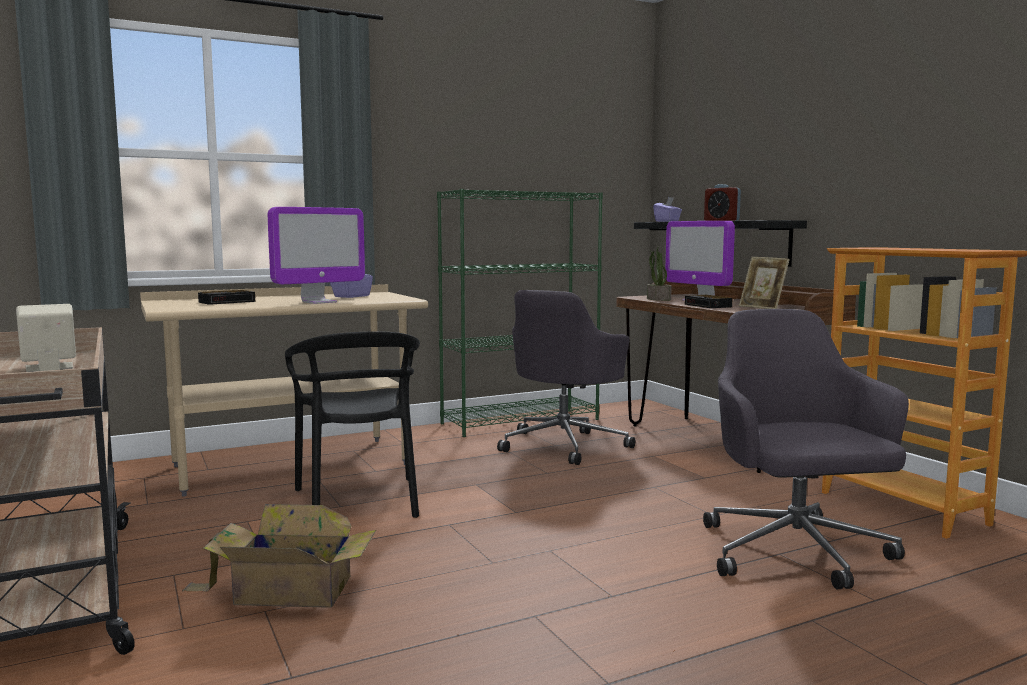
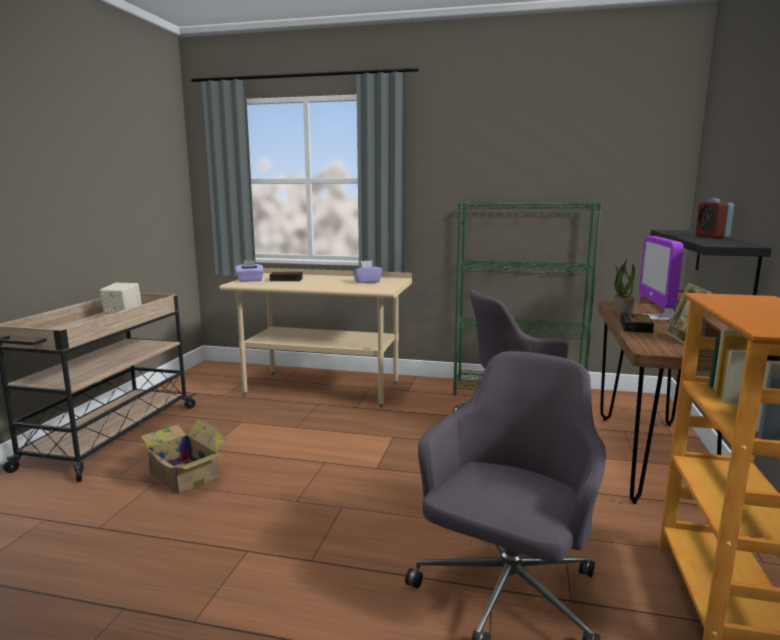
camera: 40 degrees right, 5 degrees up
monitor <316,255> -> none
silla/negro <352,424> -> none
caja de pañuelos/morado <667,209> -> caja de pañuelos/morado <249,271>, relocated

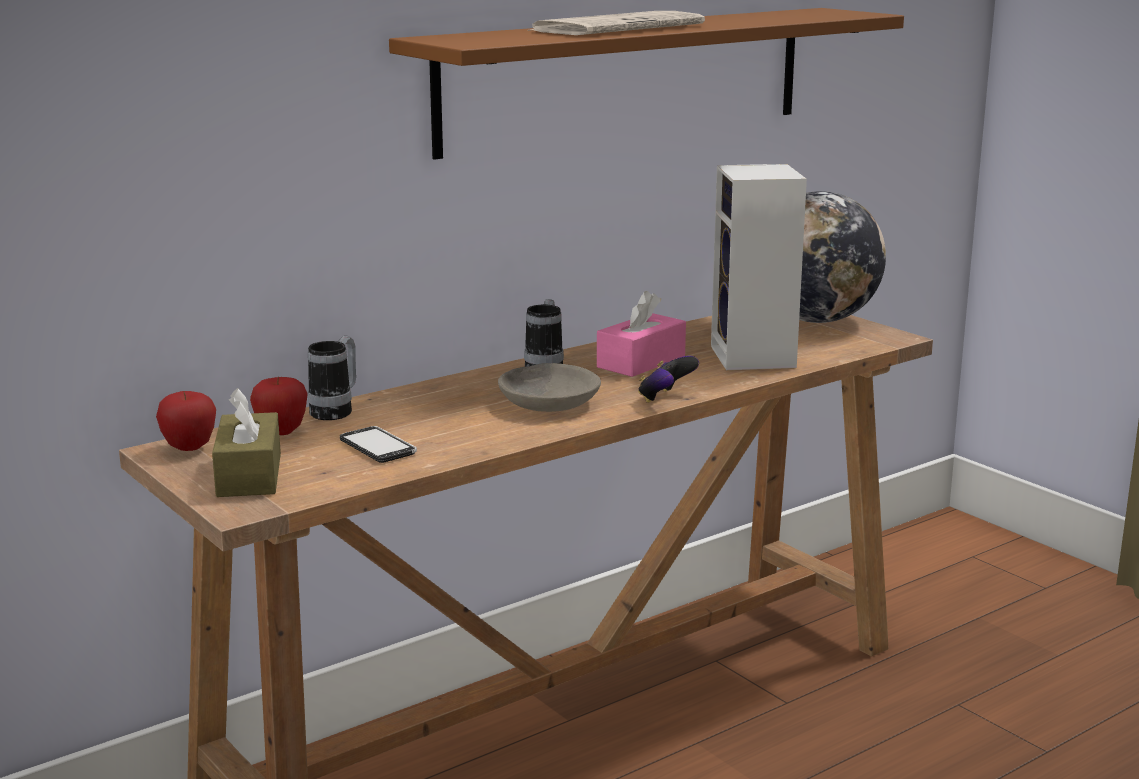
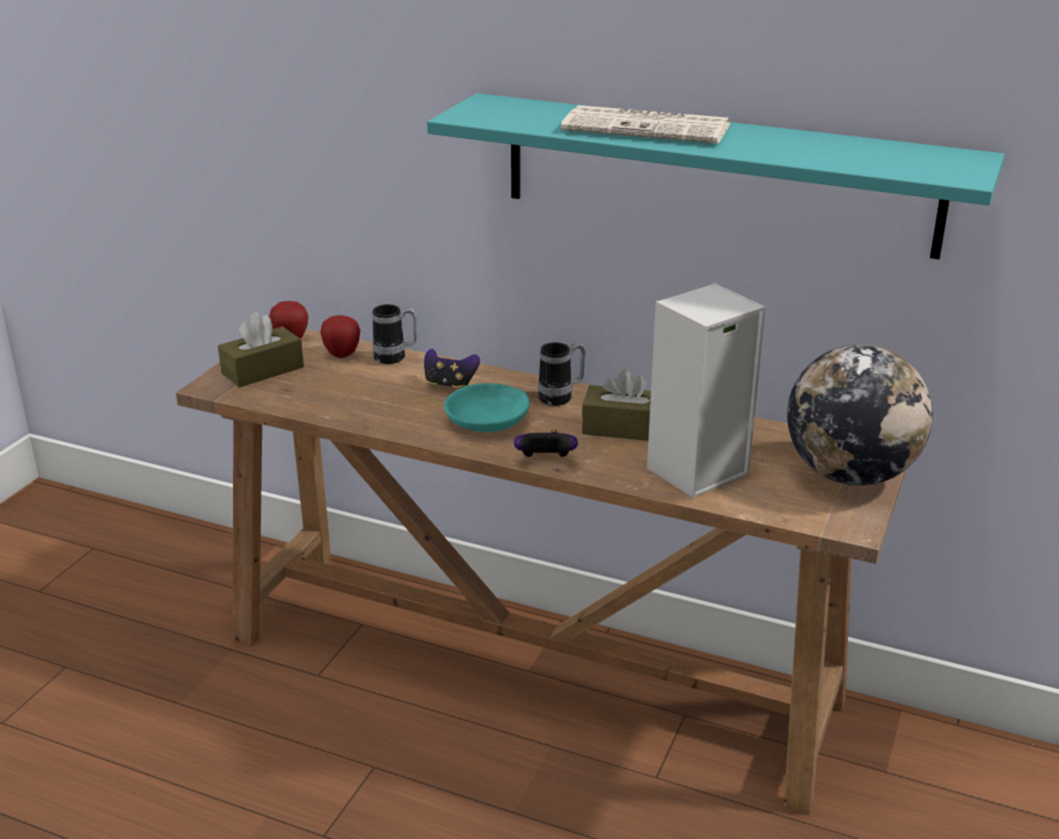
camera: 60 degrees right, 10 degrees up
móvil <378,444> -> none
estante/marrón <646,84> -> estante/turquesa <715,176>
cuenco/gris <549,387> -> cuenco/turquesa <487,407>
caja de pañuelos/rosa <641,334> -> caja de pañuelos/marrón <616,405>
none -> mando de consola <452,368>

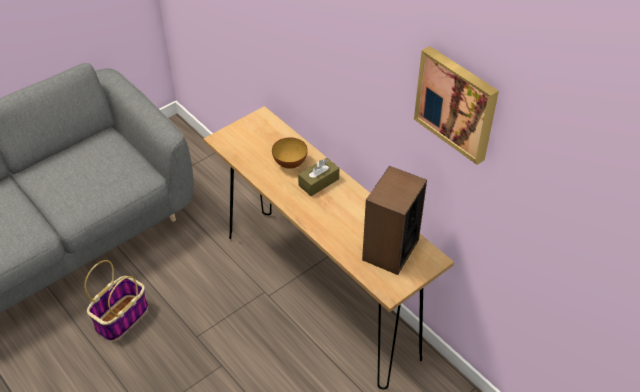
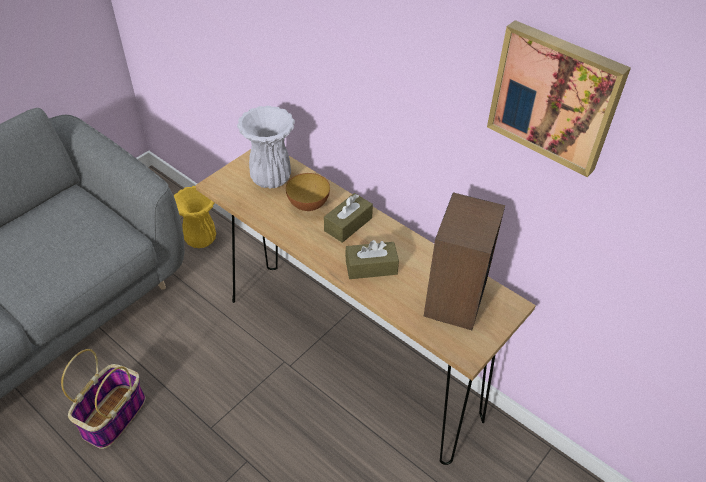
camera: 10 degrees left, 0 degrees up
none -> florero/amarillo <195,217>
none -> florero/blanco <266,147>
none -> caja de pañuelos/marrón <372,259>

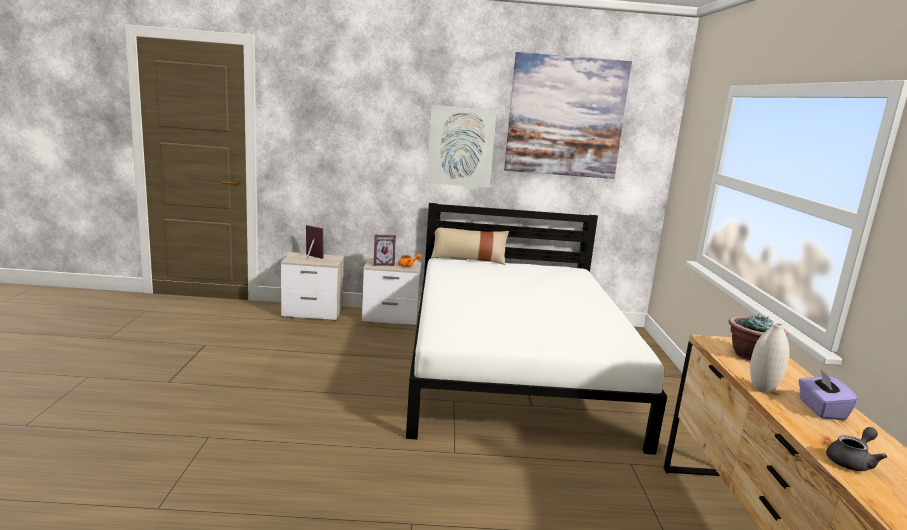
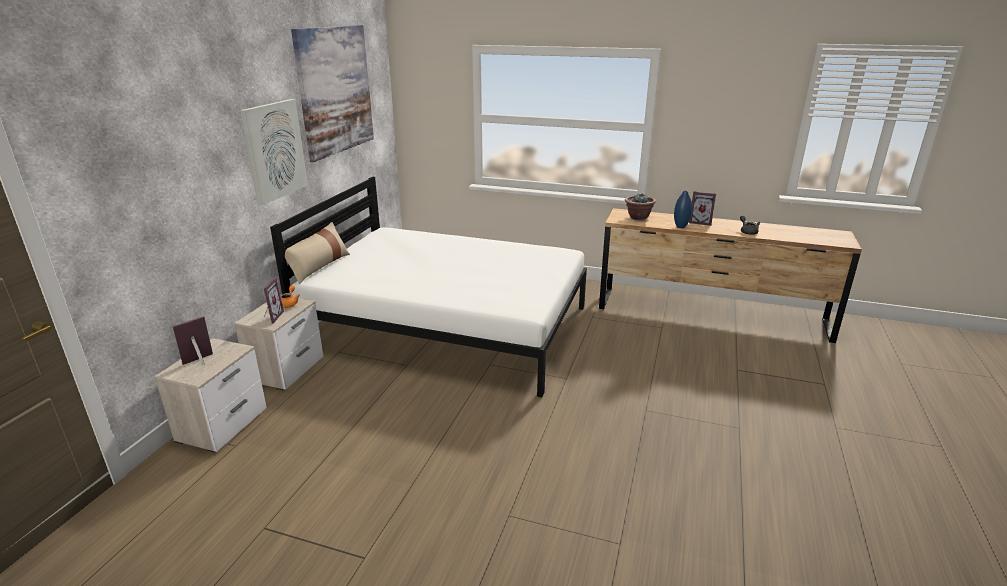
camera: 70 degrees left, 10 degrees up
florero/blanco <769,357> -> florero/azul <683,209>
caja de pañuelos/morado <828,395> -> portarretratos <702,209>

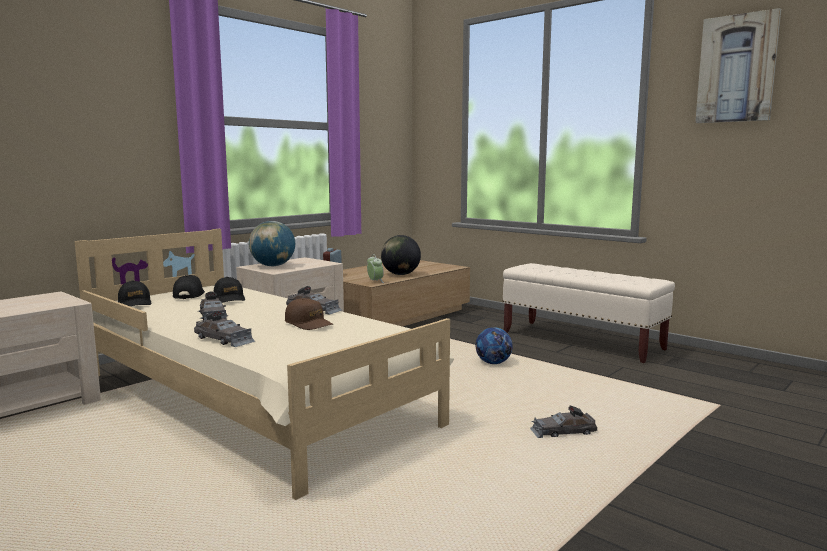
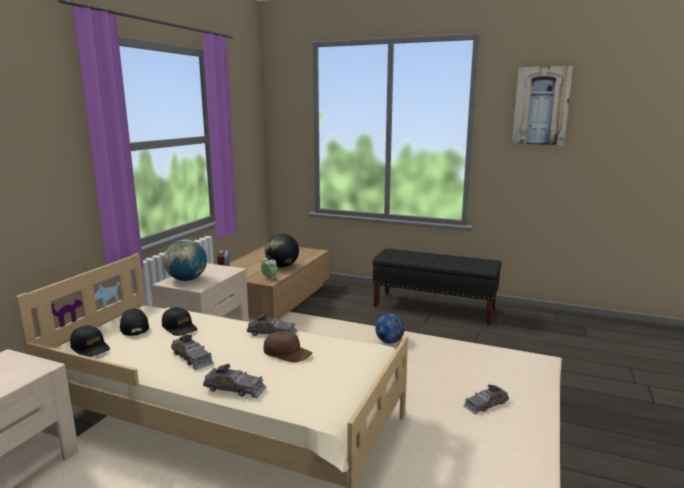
camera: 20 degrees left, 5 degrees up
banco/beis <588,313> -> banco/negro <436,287>

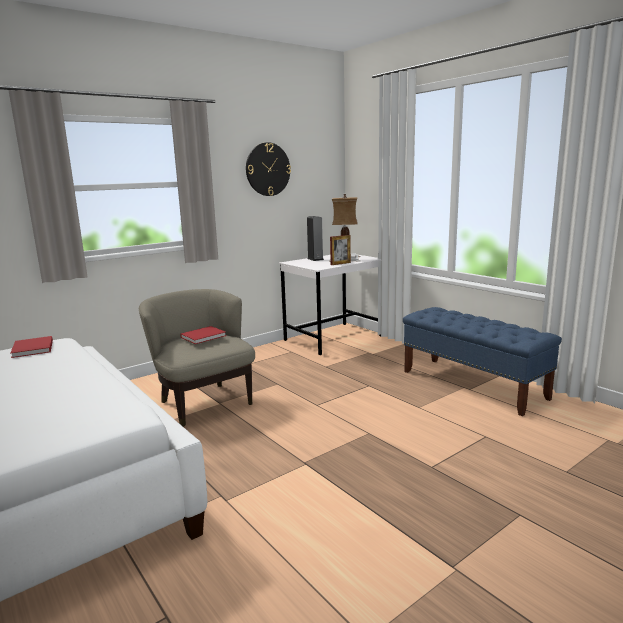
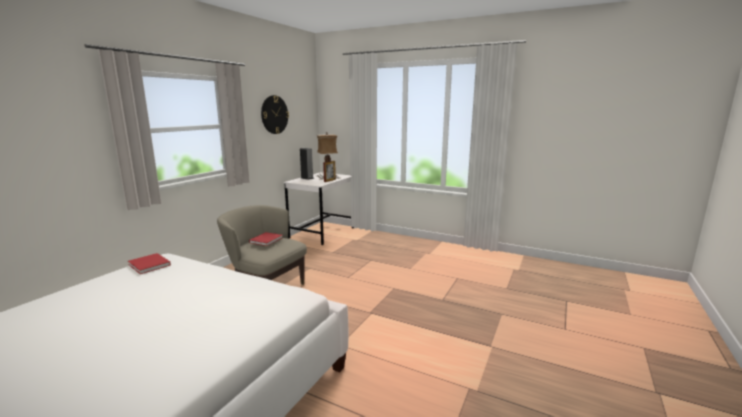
camera: 25 degrees left, 0 degrees up
banco/azul <482,361> -> none

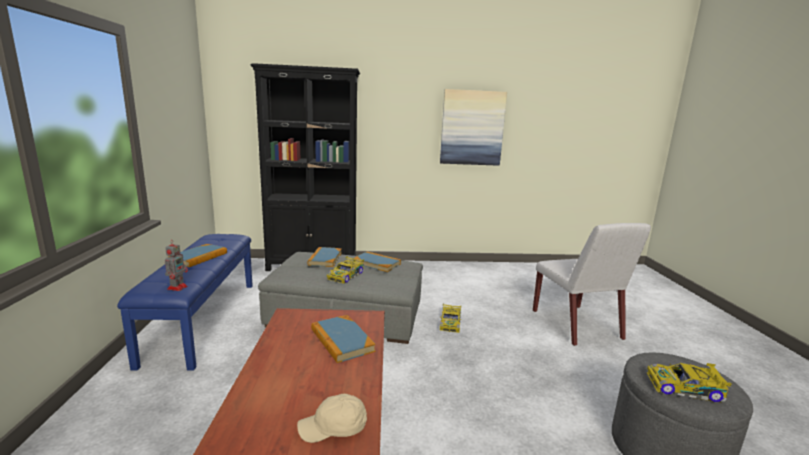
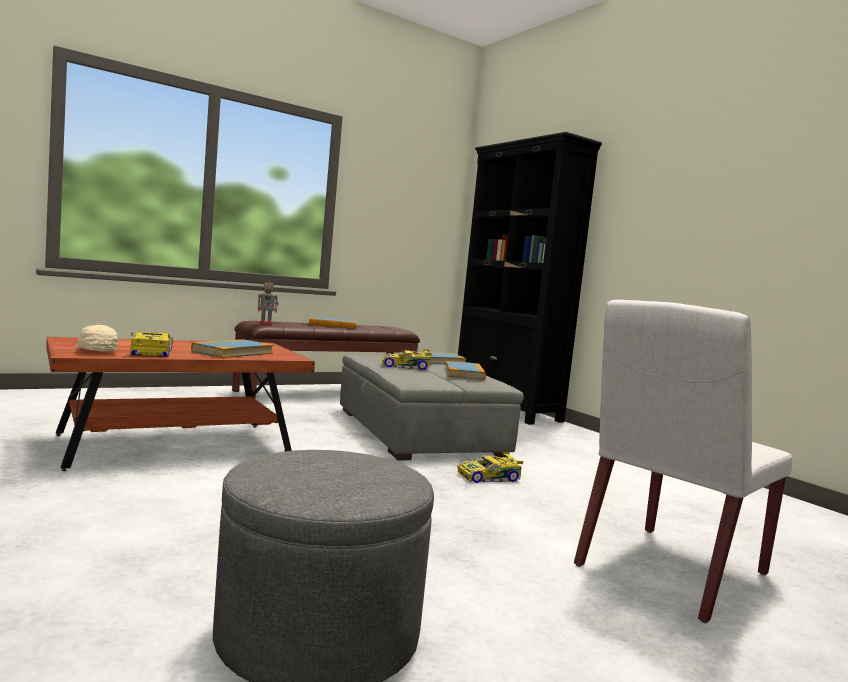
camera: 60 degrees right, 10 degrees down
banco/azul <185,302> -> banco/marrón <326,360>
cuadro <473,127> -> none
coche de juguete <689,383> -> coche de juguete <151,344>, relocated

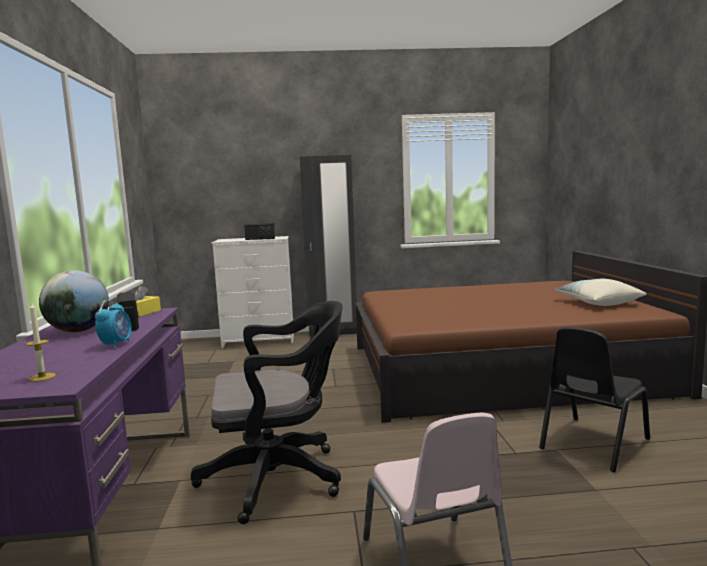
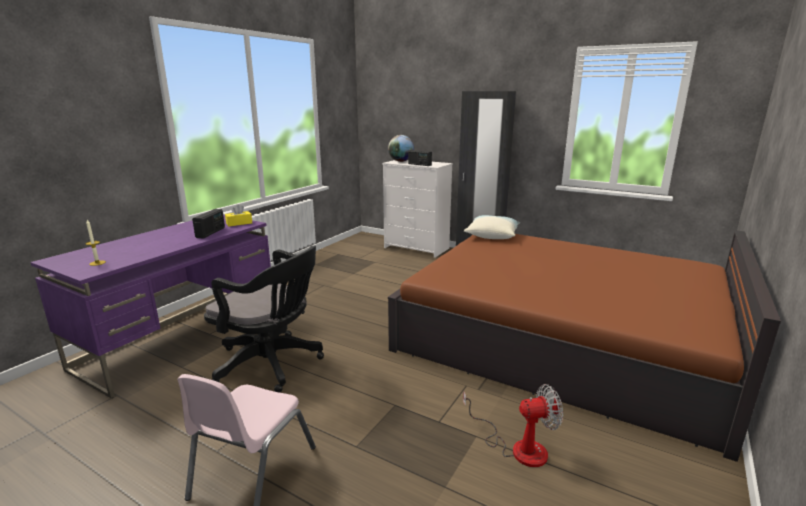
camera: 35 degrees right, 10 degrees up
globo terráqueo <74,301> -> globo terráqueo <401,148>, relocated
despertador <113,324> -> none
silla/negro <594,399> -> ventilador <513,425>
cojín <600,292> -> cojín <492,227>, relocated

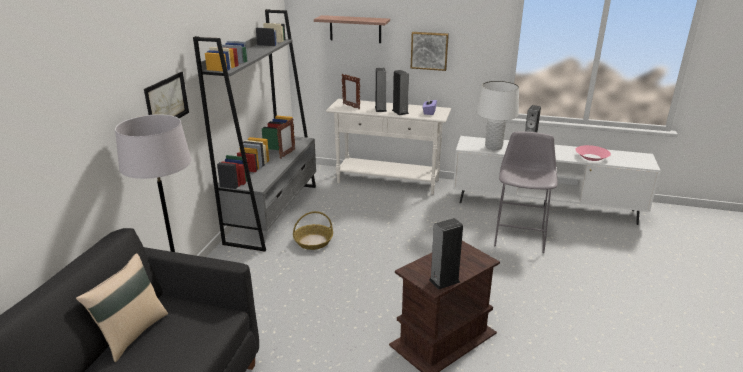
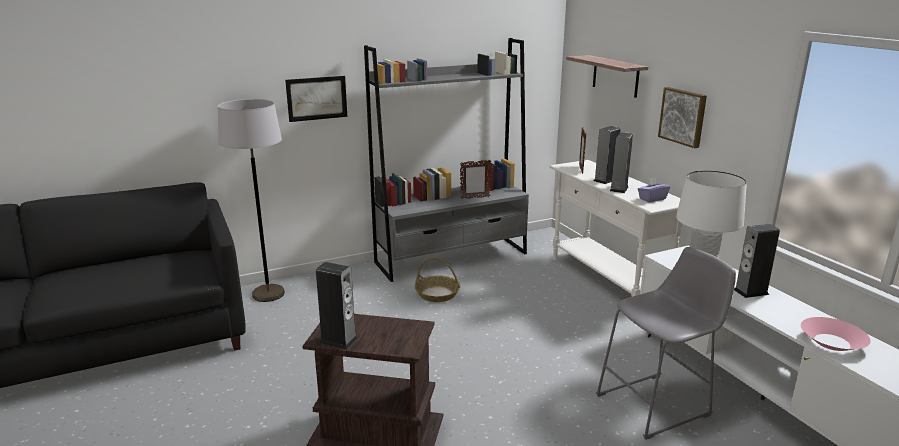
camera: 50 degrees right, 5 degrees down
cojín/beis <122,307> -> none

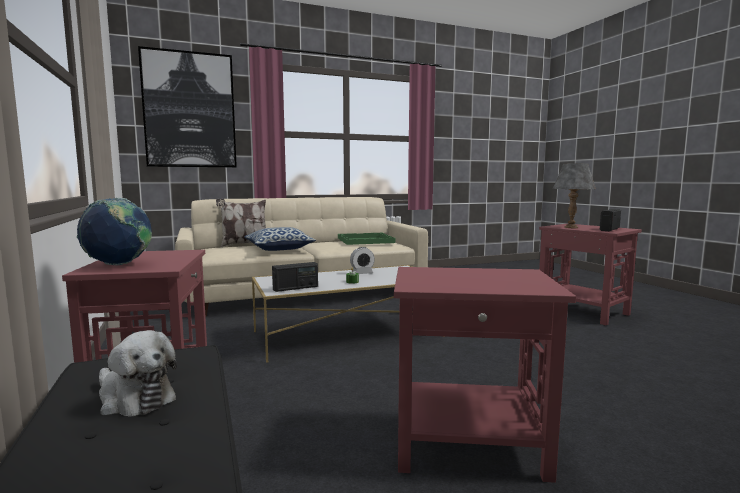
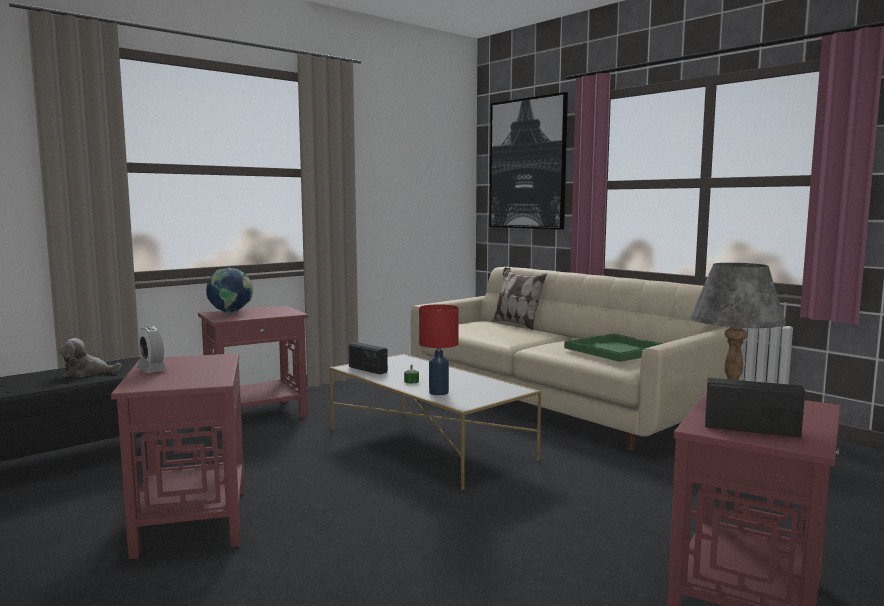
camera: 70 degrees right, 0 degrees up
peluche <138,373> -> peluche <90,357>, 60 degrees clockwise
cojín <280,239> -> none
despertador <362,260> -> despertador <152,349>, relocated
none -> lámpara de mesa/rojo <439,349>

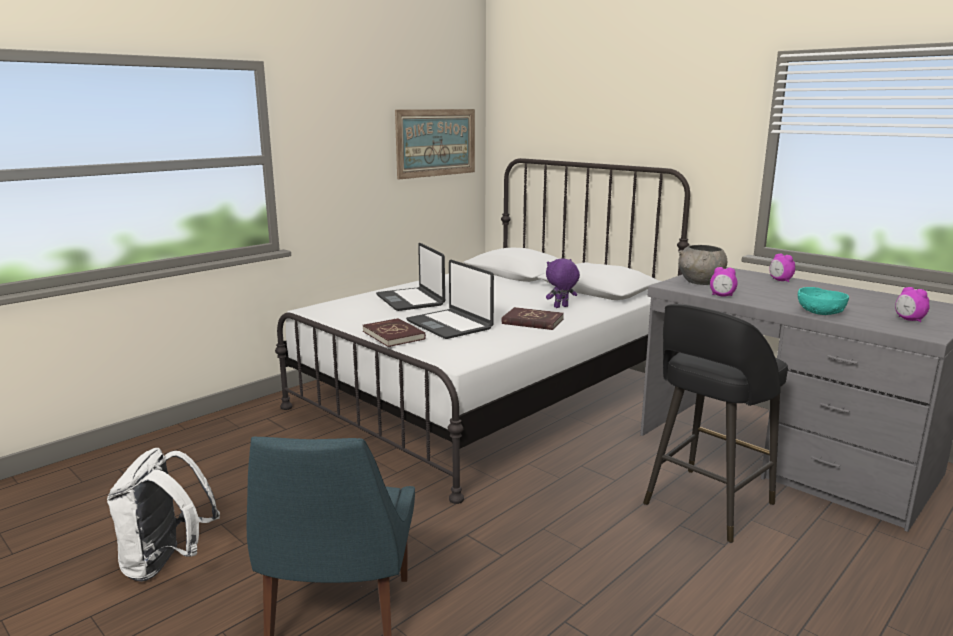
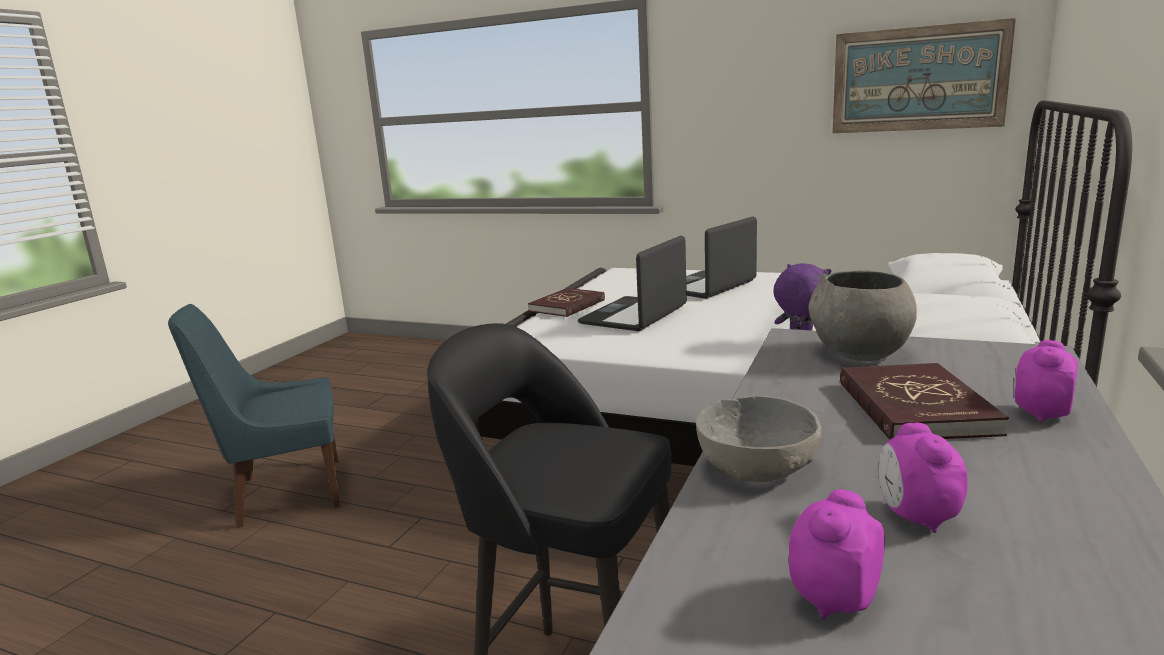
camera: 70 degrees right, 0 degrees up
mochila/blanco <163,515> -> none
libro/rojo <533,318> -> libro/rojo <924,401>, relocated
despertador <723,282> -> despertador <923,478>, relocated
cuenco/turquesa <823,301> -> cuenco/gris <759,439>

